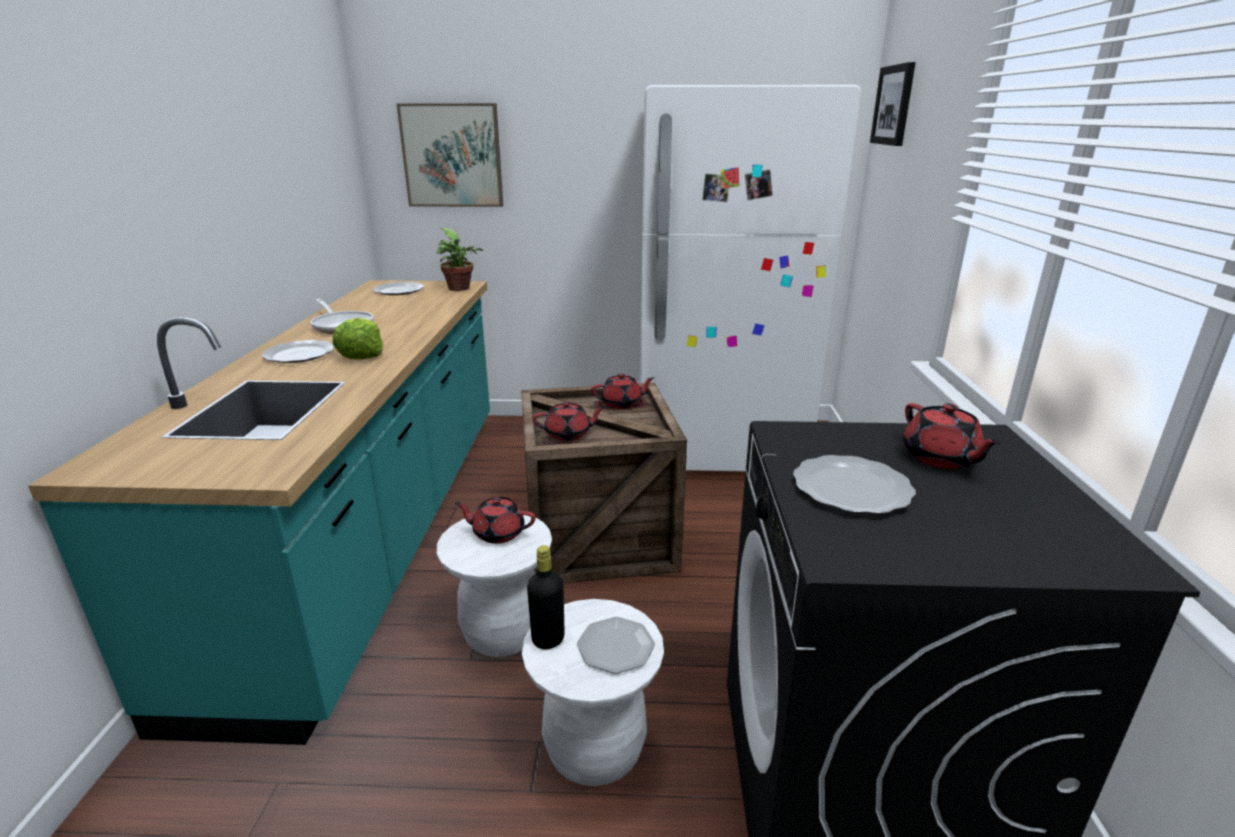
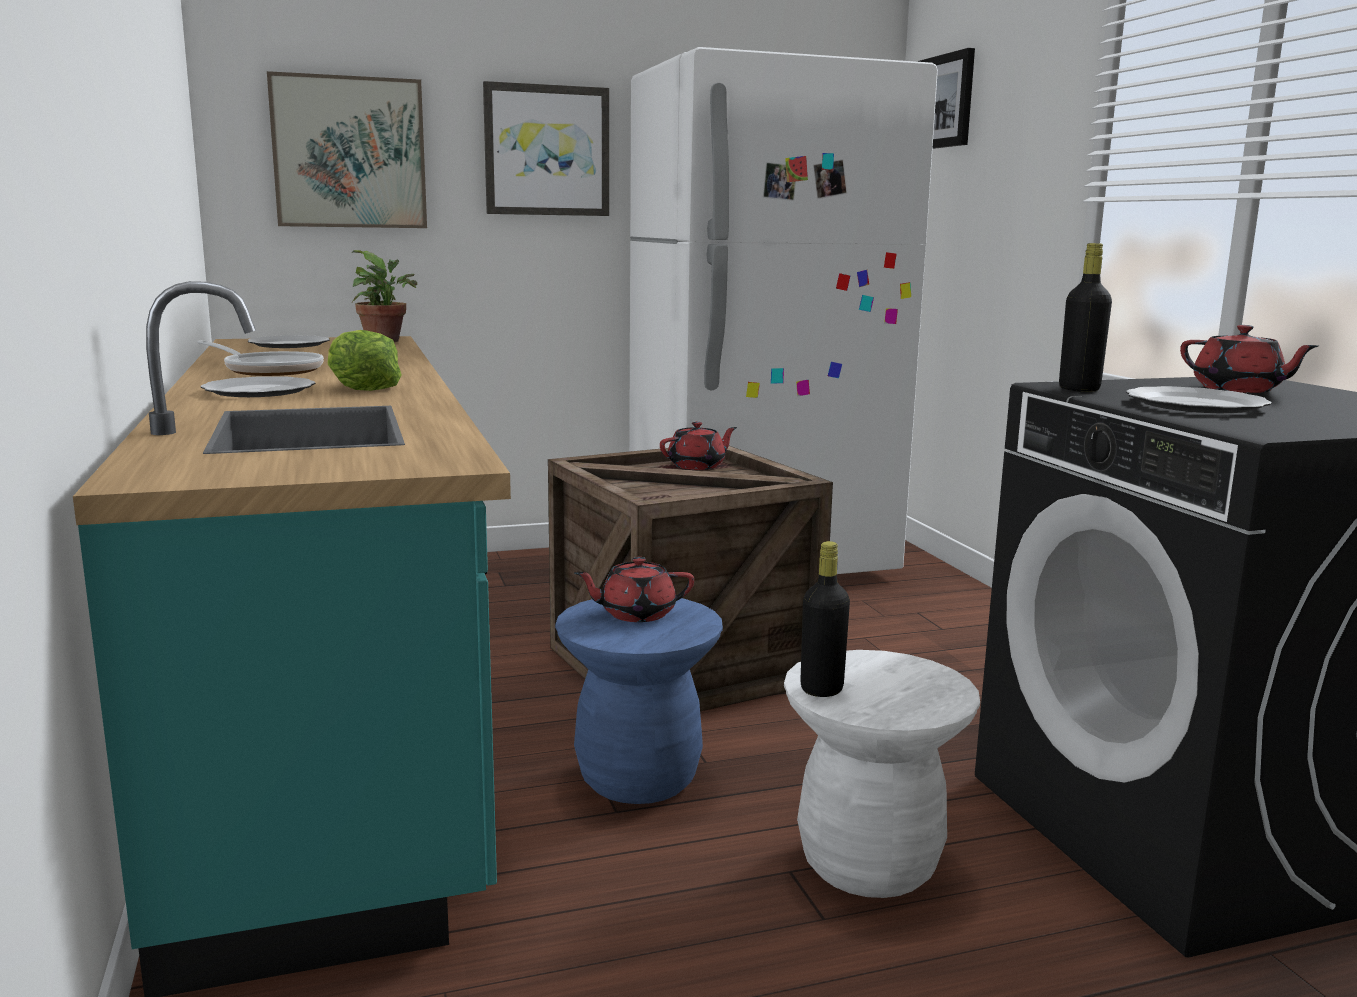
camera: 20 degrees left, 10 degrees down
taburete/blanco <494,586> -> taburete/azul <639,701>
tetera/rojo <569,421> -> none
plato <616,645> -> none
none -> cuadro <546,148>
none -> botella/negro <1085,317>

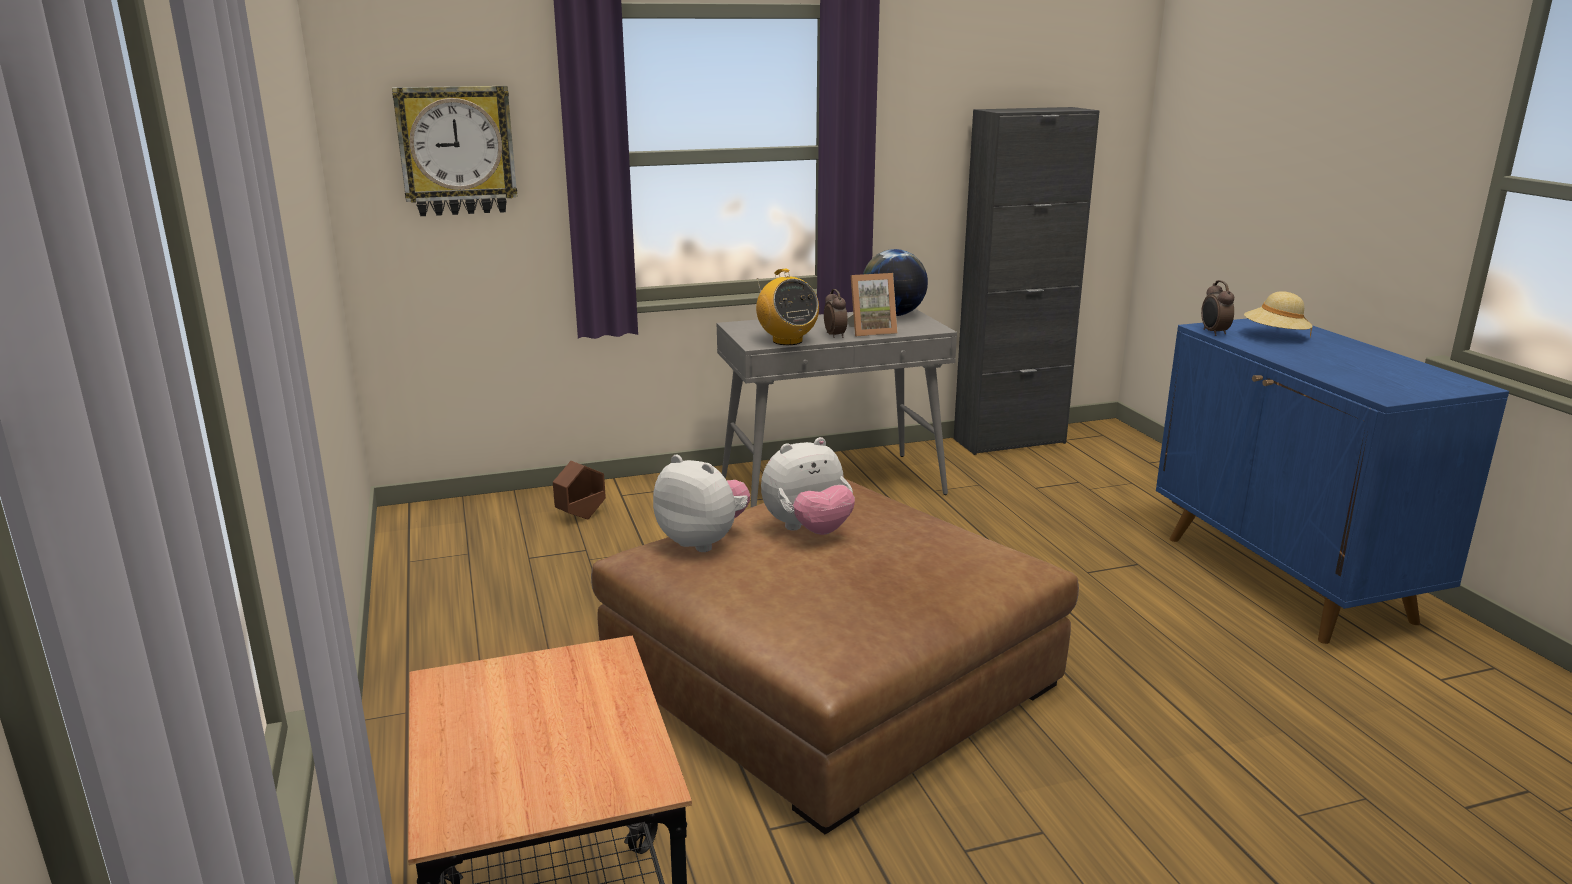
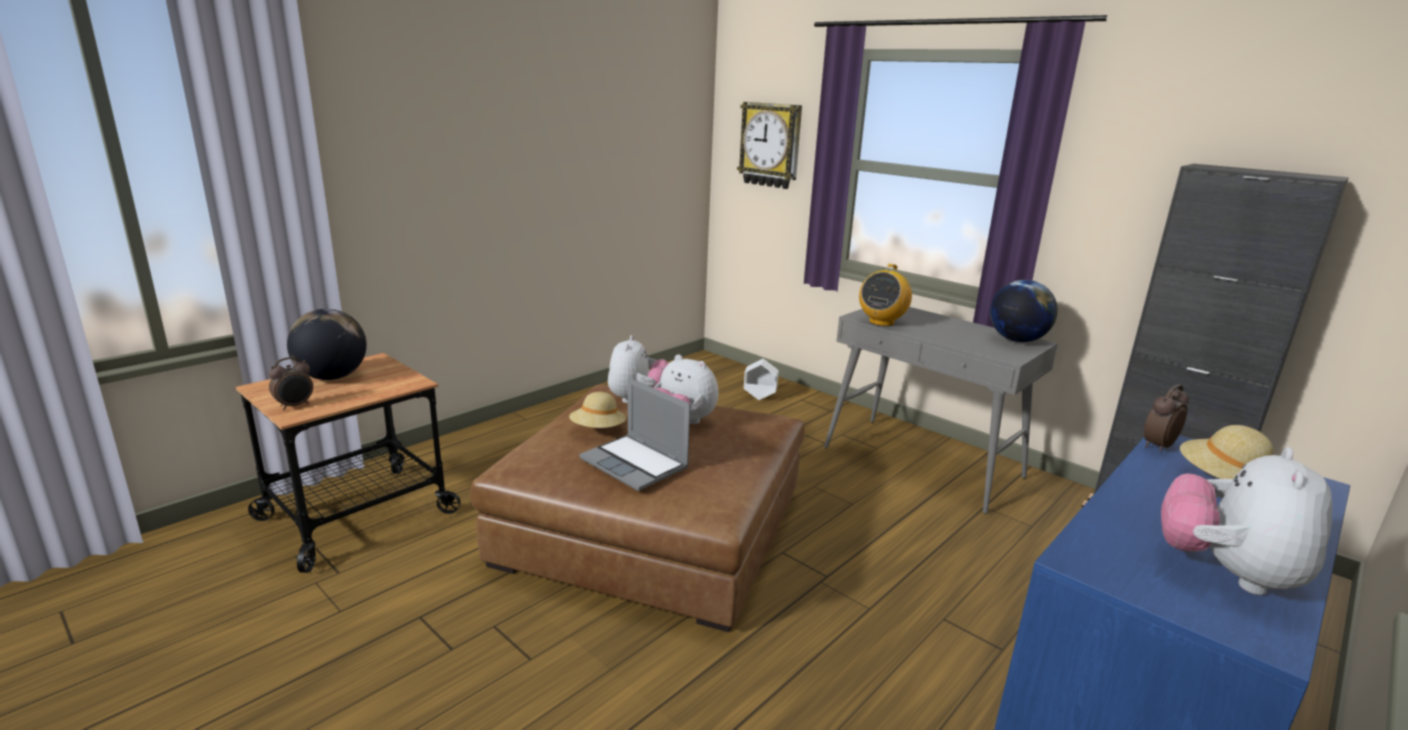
camera: 60 degrees right, 0 degrees up
maceta/marrón <579,490> -> maceta/blanco <761,379>
despertador <836,313> -> despertador <291,383>, relocated
portarretratos <872,305> -> none
none -> globo terráqueo <327,344>
none -> sombrero/beis <597,410>
none -> portátil <634,434>
none -> peluche <1246,521>

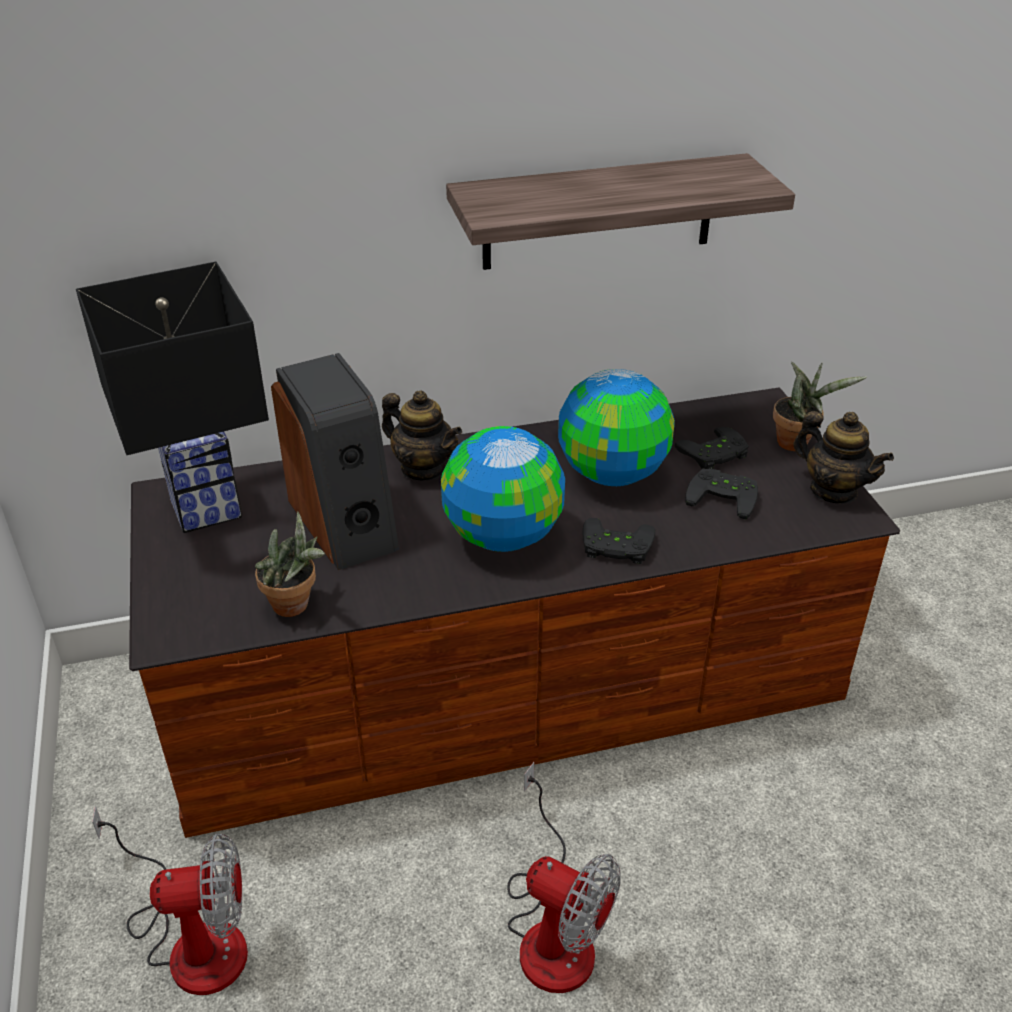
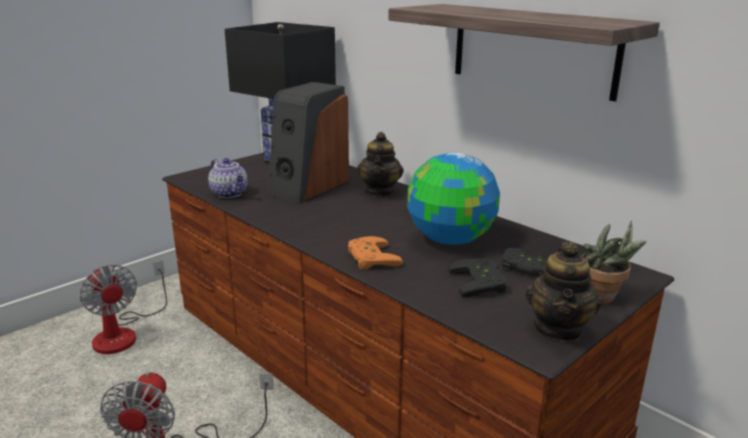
camera: 60 degrees right, 15 degrees down
planta en maceta <290,564> -> tetera <228,178>
globo terráqueo <503,489> -> none
mando de consola/negro <619,541> -> mando de consola/naranja <375,253>

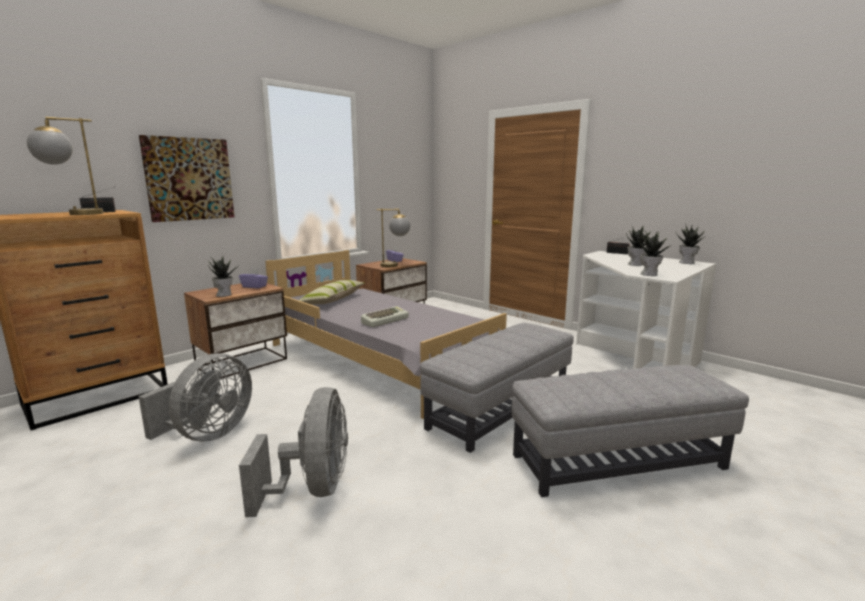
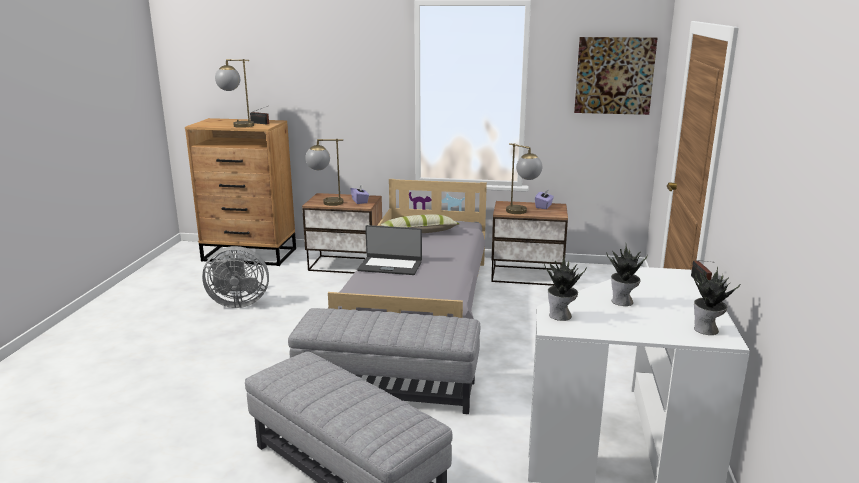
camera: 55 degrees right, 5 degrees up
cuadro <186,178> -> cuadro <616,76>, relocated
planta en maceta <222,276> -> lámpara de mesa <324,172>
ventilador/gris <293,452> -> none
teclado <385,316> -> portátil <389,250>

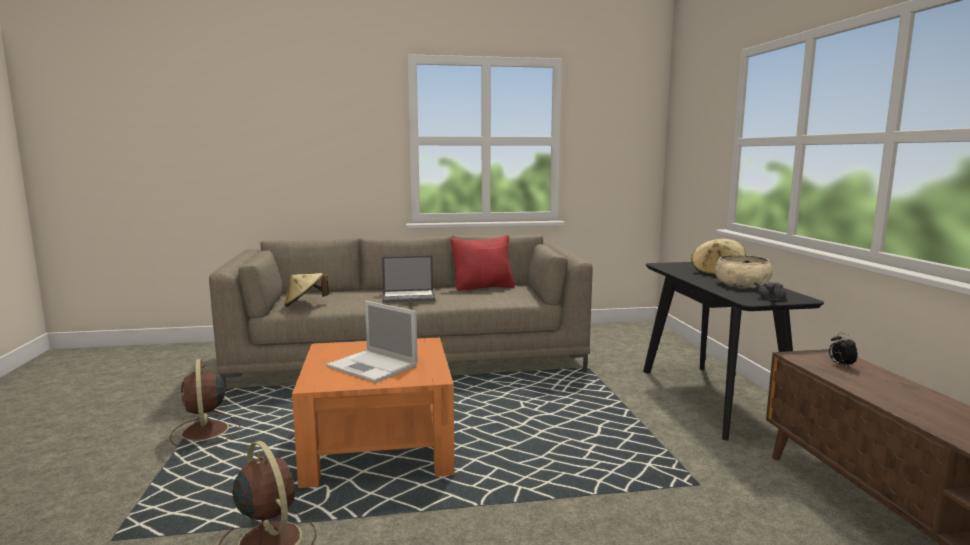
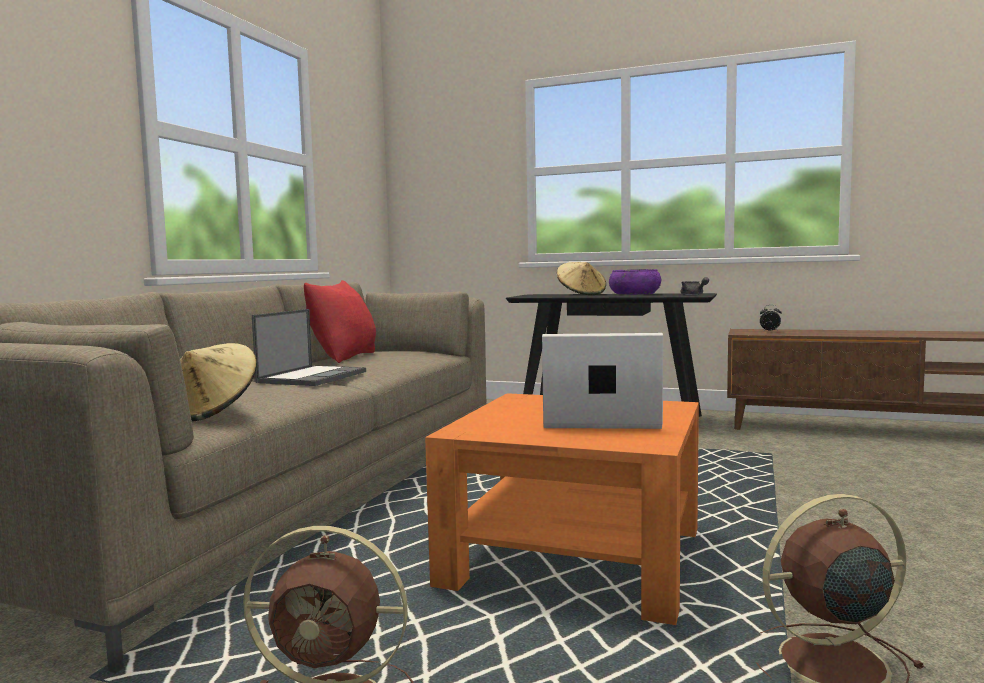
camera: 60 degrees left, 5 degrees down
portátil <372,342> -> portátil <602,381>, 150 degrees counterclockwise
cuenco/beis <744,271> -> cuenco/morado <635,282>

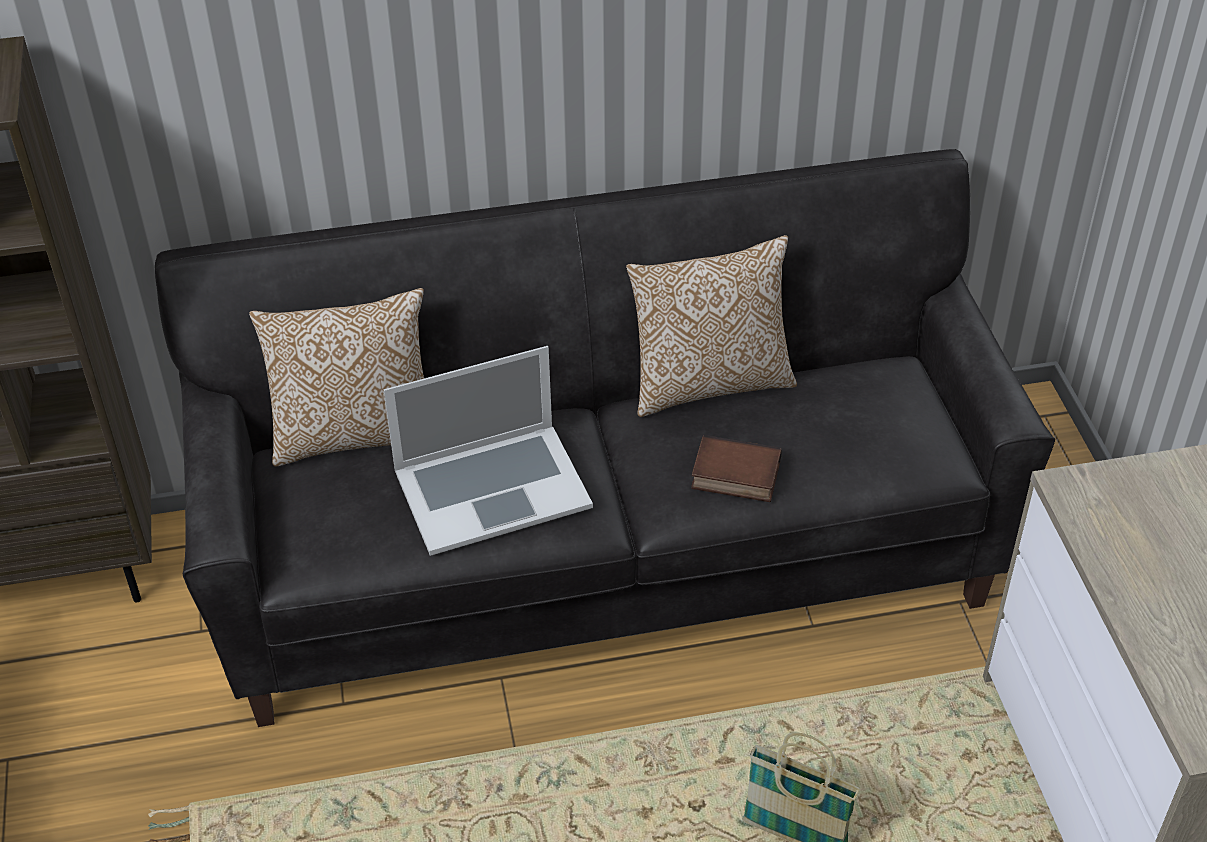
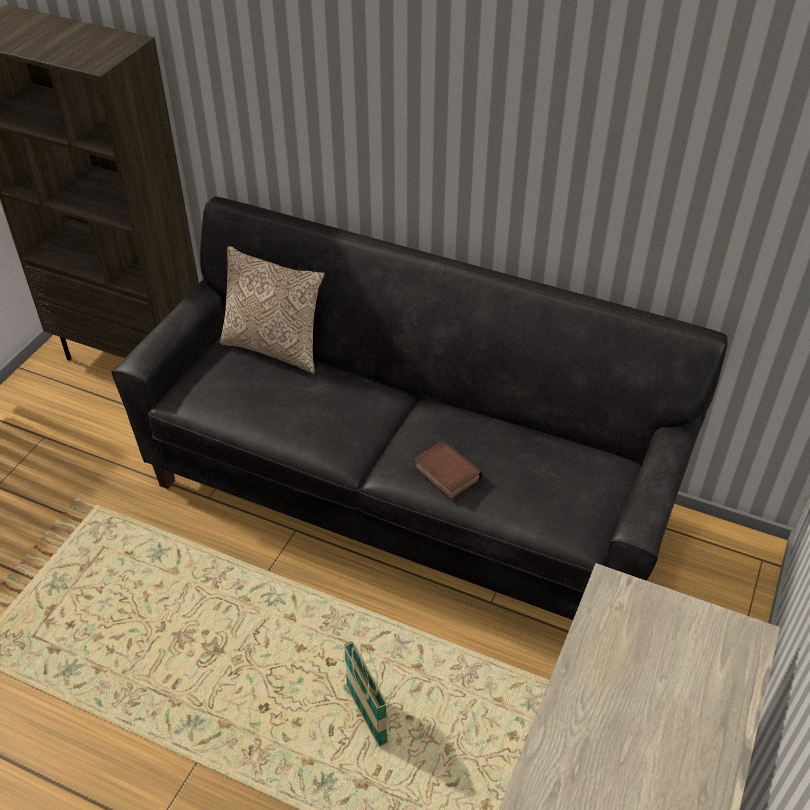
camera: 35 degrees right, 0 degrees up
portátil <488,451> -> none
cojín <711,326> -> none

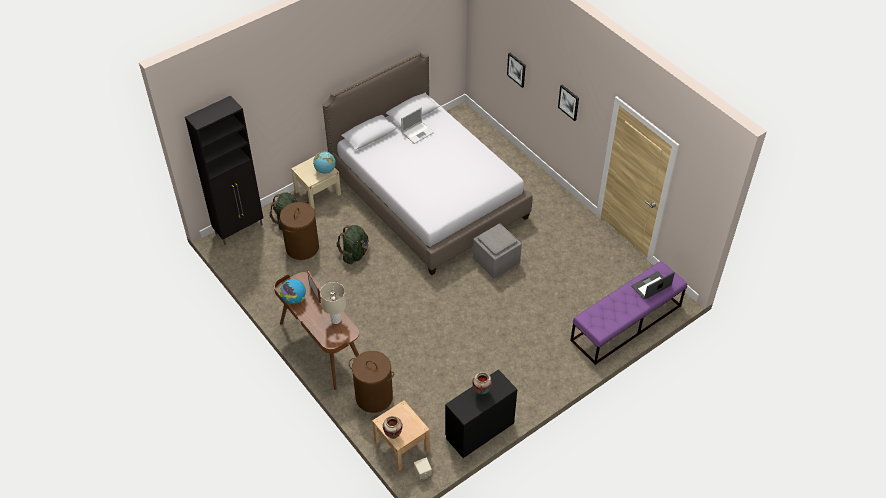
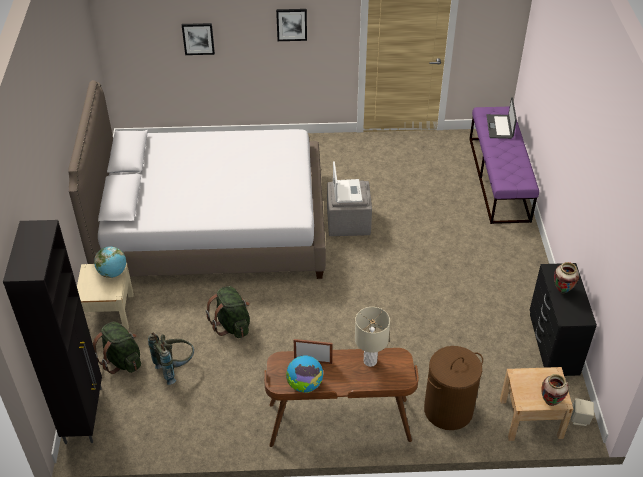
camera: 55 degrees left, 5 degrees down
cesto de la ropa/marrón <299,230> -> mochila/gris <171,358>
portátil <417,125> -> portátil <348,182>, relocated

